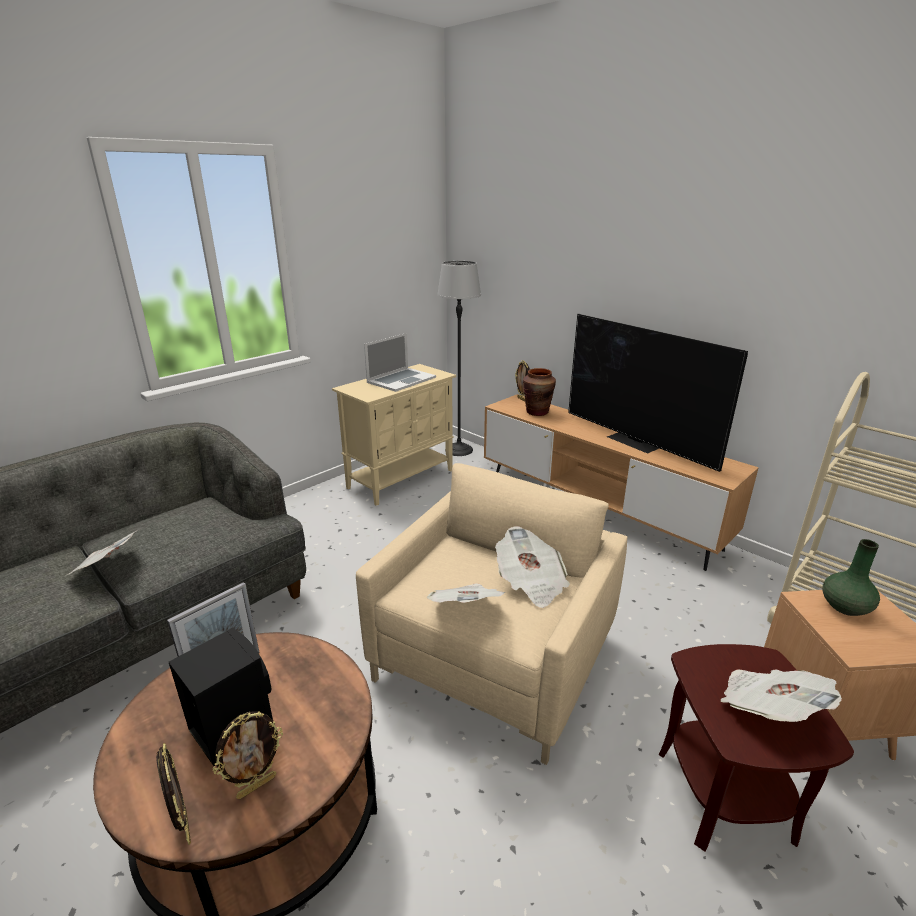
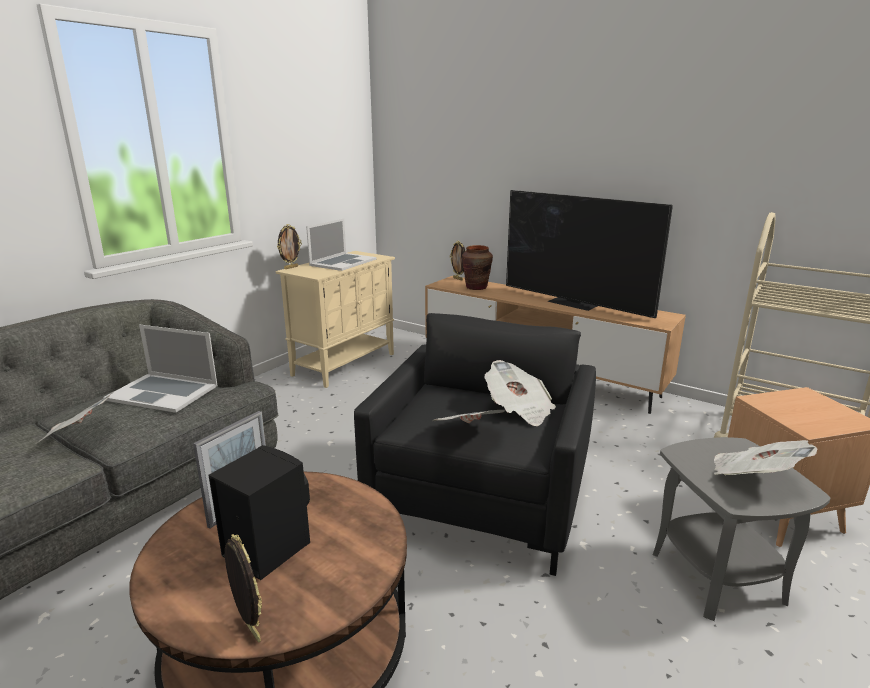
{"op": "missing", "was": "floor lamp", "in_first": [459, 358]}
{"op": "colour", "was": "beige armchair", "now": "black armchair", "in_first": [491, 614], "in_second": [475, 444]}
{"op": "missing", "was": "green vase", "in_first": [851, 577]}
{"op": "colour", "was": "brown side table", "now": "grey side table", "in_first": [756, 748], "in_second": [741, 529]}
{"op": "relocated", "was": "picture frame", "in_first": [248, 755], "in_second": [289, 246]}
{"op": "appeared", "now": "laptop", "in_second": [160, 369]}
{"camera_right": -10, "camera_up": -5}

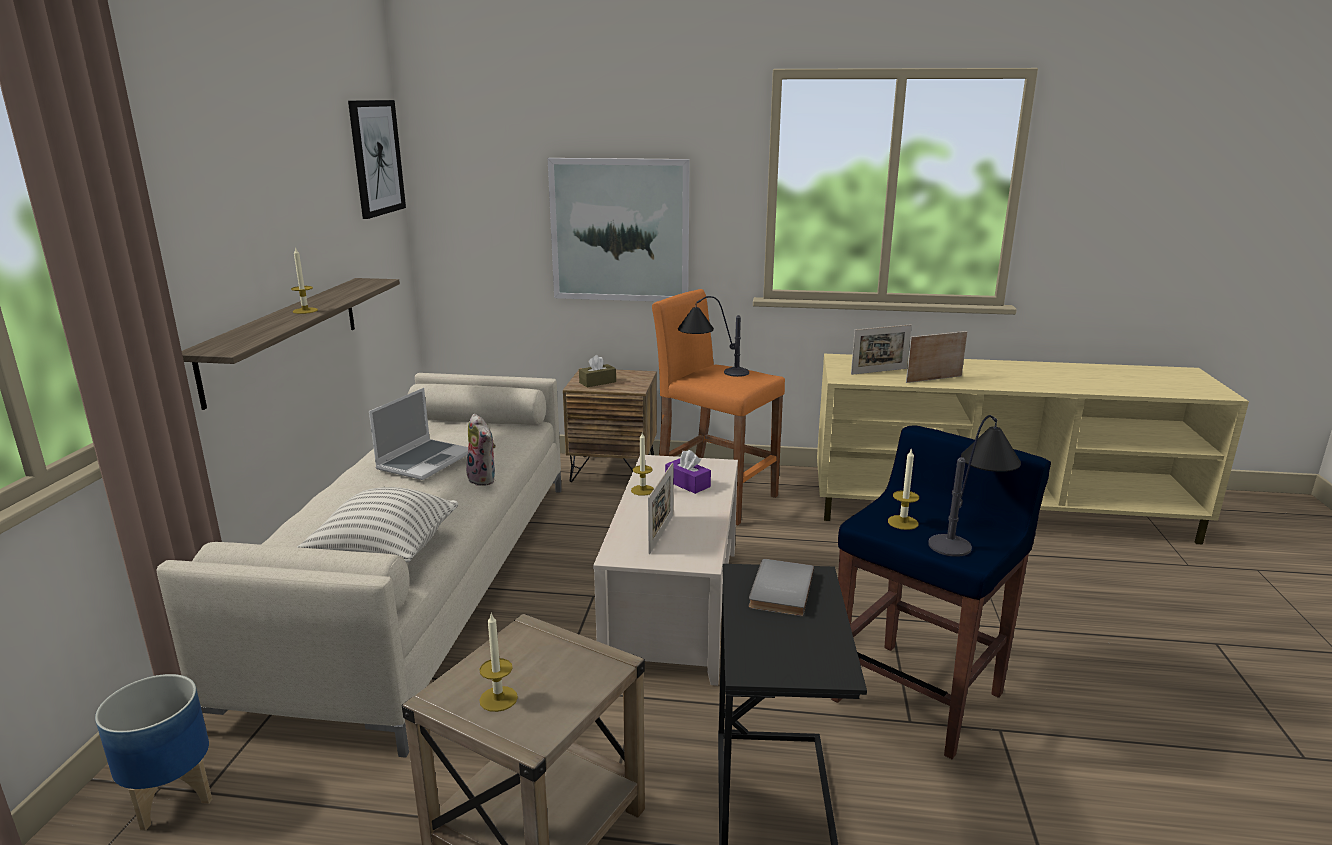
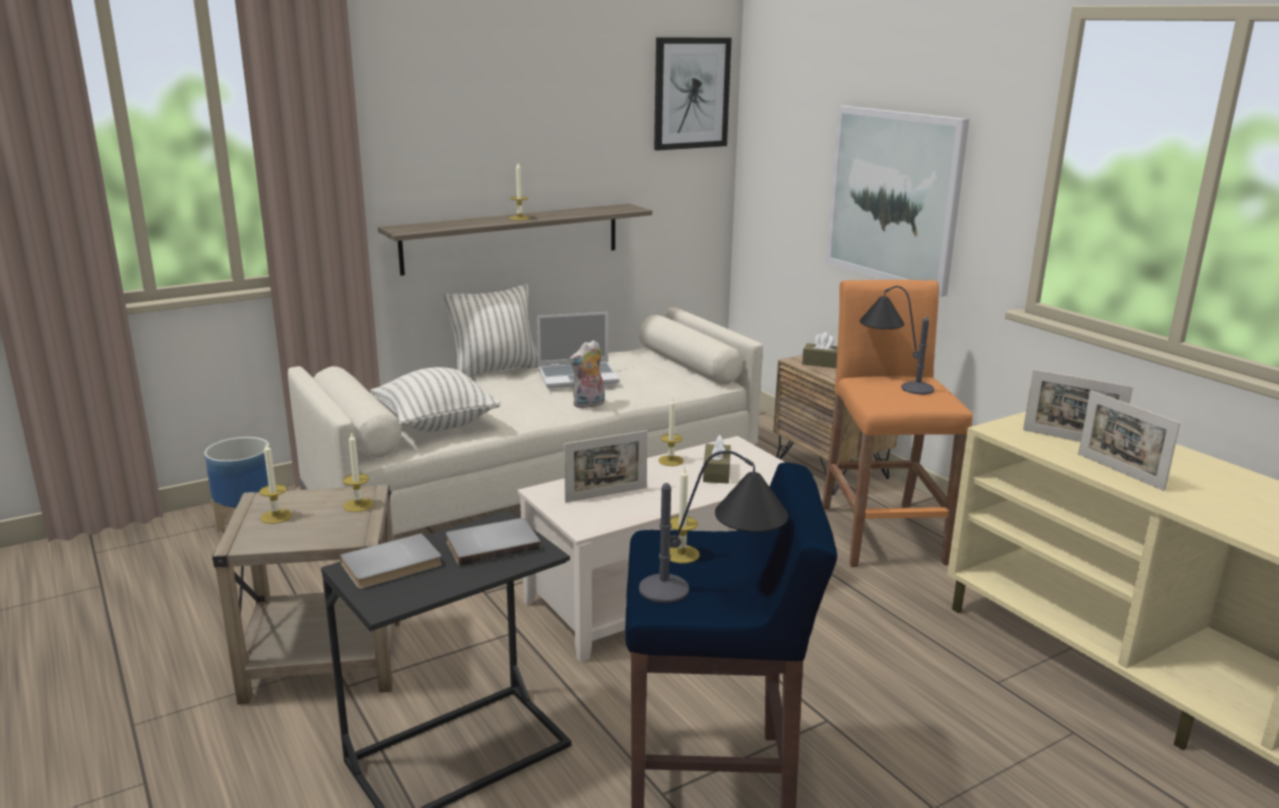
{"op": "spun", "was": "picture frame", "in_first": [937, 357], "in_second": [1129, 440], "clockwise": -150}
{"op": "spun", "was": "plush toy", "in_first": [481, 450], "in_second": [587, 374], "clockwise": 45}
{"op": "colour", "was": "purple tissue box", "now": "brown tissue box", "in_first": [688, 472], "in_second": [717, 459]}
{"op": "appeared", "now": "pillow", "in_second": [491, 331]}
{"op": "appeared", "now": "candle", "in_second": [358, 472]}
{"op": "appeared", "now": "grey book", "in_second": [391, 561]}
{"camera_right": 50, "camera_up": 0}

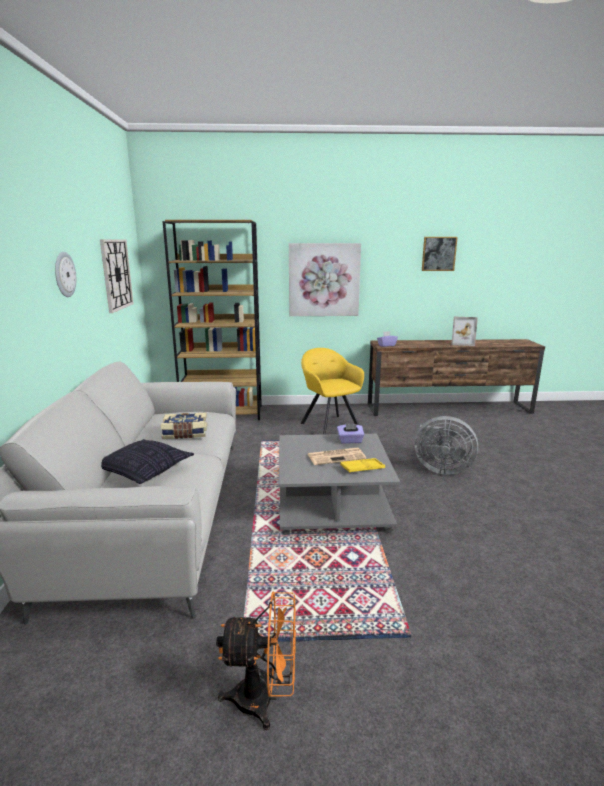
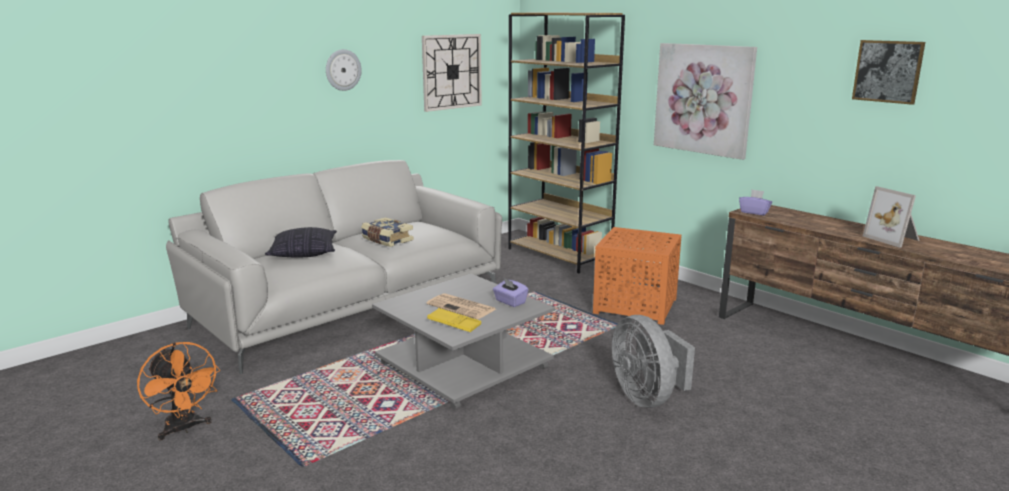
{"op": "exchanged", "was": "yellow armchair", "now": "orange side table", "in_first": [332, 391], "in_second": [637, 276]}
{"camera_right": 50, "camera_up": 0}

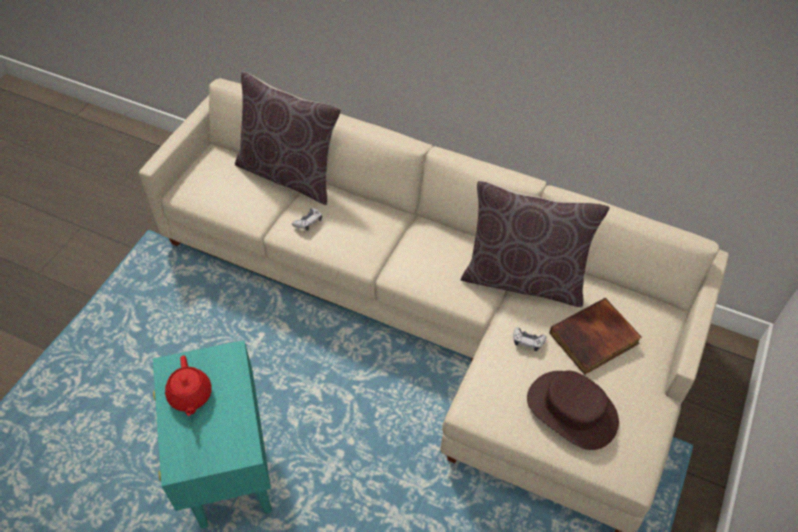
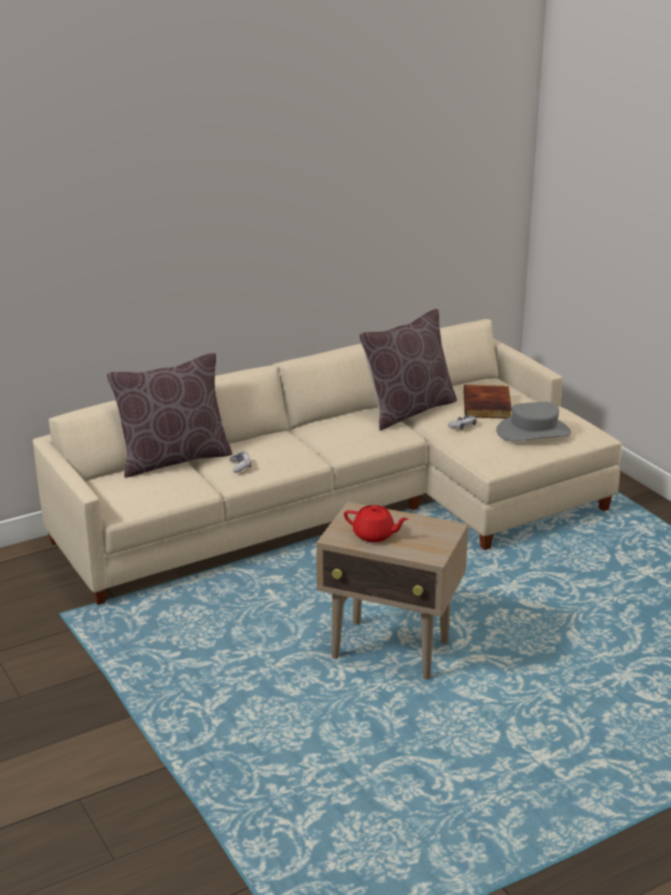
{"op": "colour", "was": "turquoise side table", "now": "beige side table", "in_first": [212, 434], "in_second": [392, 590]}
{"op": "colour", "was": "brown hat", "now": "grey hat", "in_first": [573, 410], "in_second": [533, 421]}
{"camera_right": -55, "camera_up": -25}

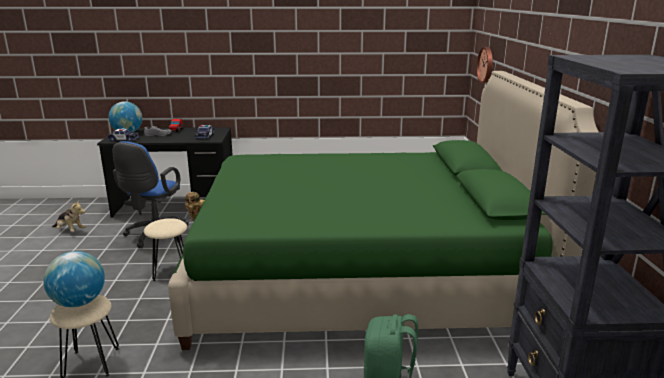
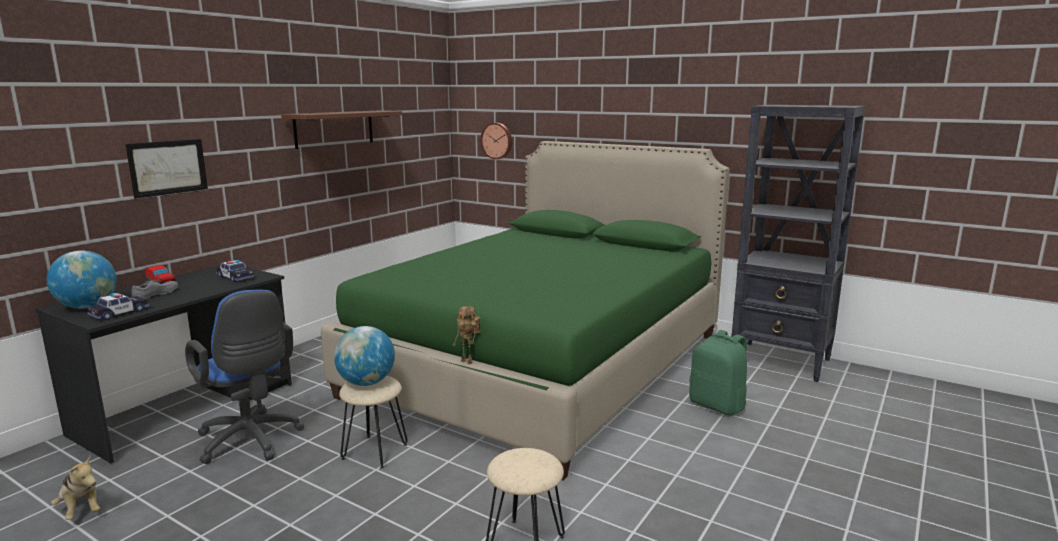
{"op": "spun", "was": "plush toy", "in_first": [68, 216], "in_second": [76, 487], "clockwise": 75}
{"op": "relocated", "was": "globe", "in_first": [74, 279], "in_second": [364, 356]}
{"op": "appeared", "now": "brown shelf", "in_second": [341, 130]}
{"op": "appeared", "now": "picture", "in_second": [166, 169]}
{"camera_right": -55, "camera_up": -5}

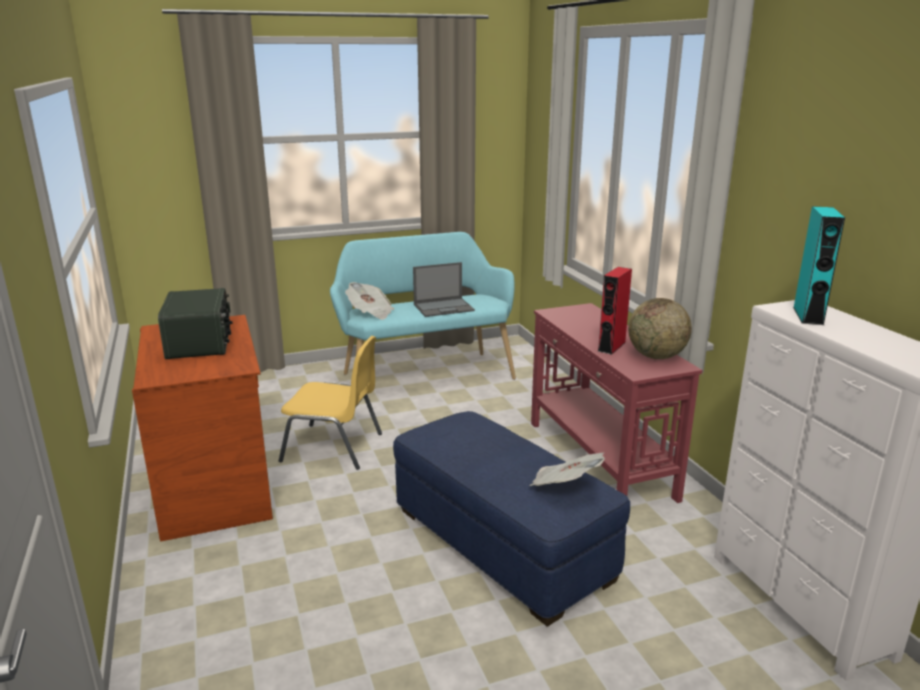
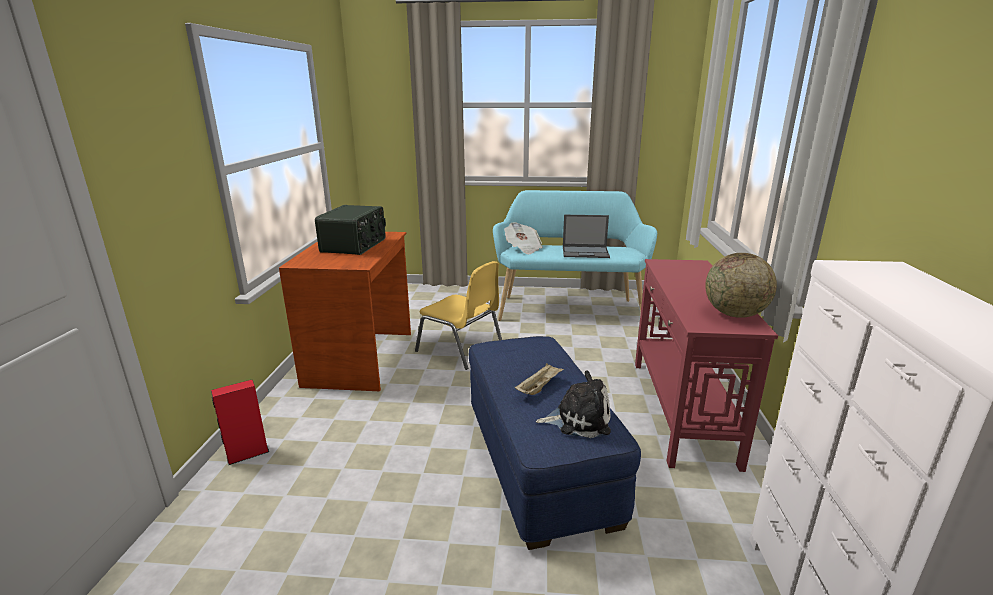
{"op": "missing", "was": "turquoise speaker", "in_first": [819, 265]}
{"op": "relocated", "was": "red speaker", "in_first": [615, 311], "in_second": [240, 422]}
{"op": "exchanged", "was": "newspaper", "now": "plush toy", "in_first": [567, 469], "in_second": [573, 404]}
{"op": "appeared", "now": "beige tray", "in_second": [539, 379]}
{"camera_right": 25, "camera_up": 0}

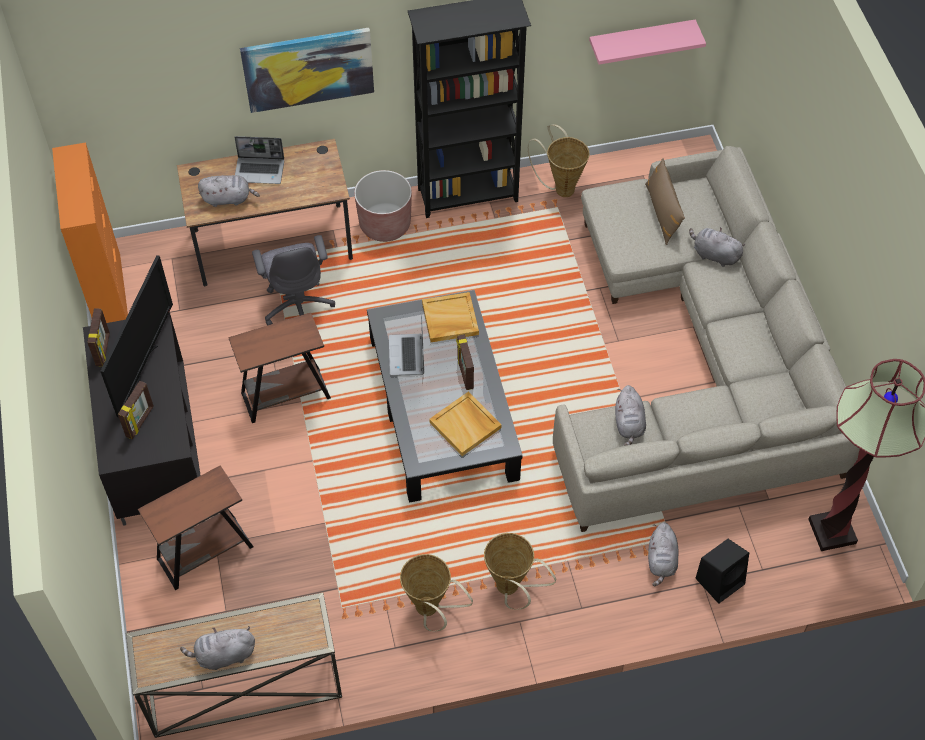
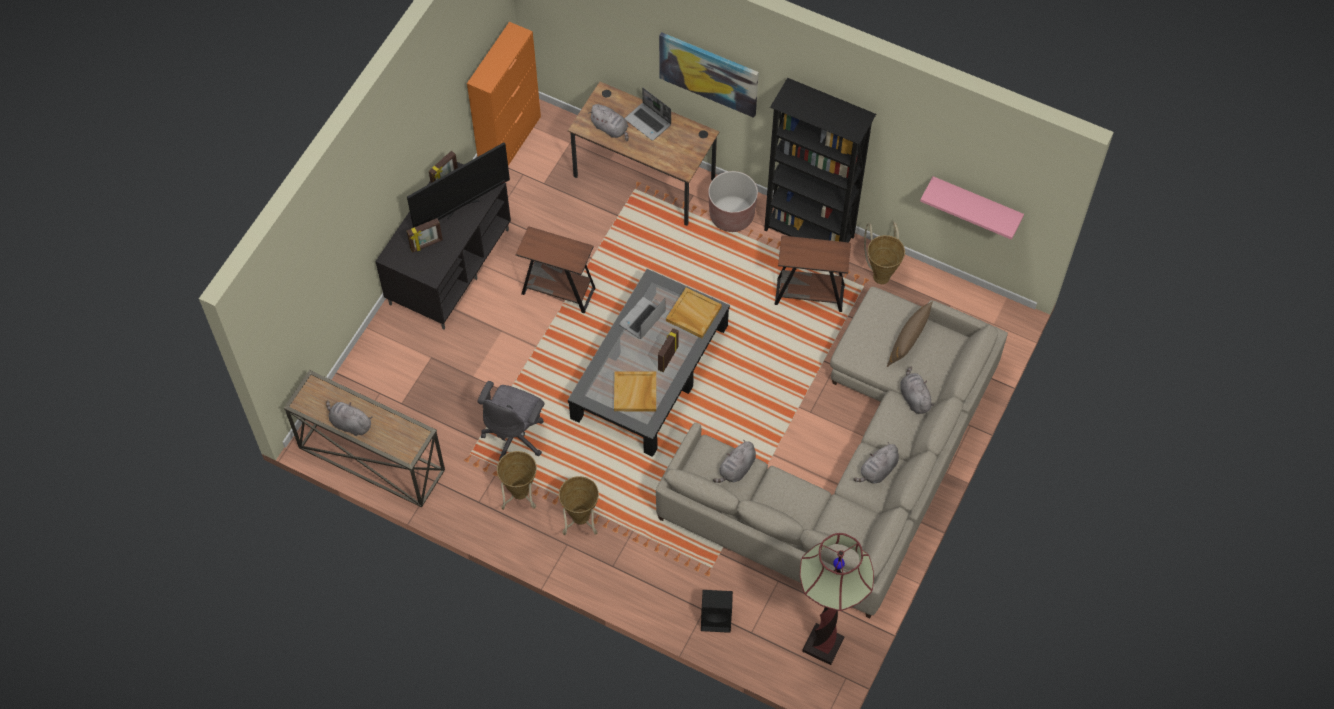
{"op": "relocated", "was": "grey office chair", "in_first": [293, 280], "in_second": [510, 421]}
{"op": "relocated", "was": "brown side table", "in_first": [196, 527], "in_second": [812, 273]}
{"op": "relocated", "was": "grey plush toy", "in_first": [663, 554], "in_second": [876, 463]}
{"camera_right": 40, "camera_up": 5}

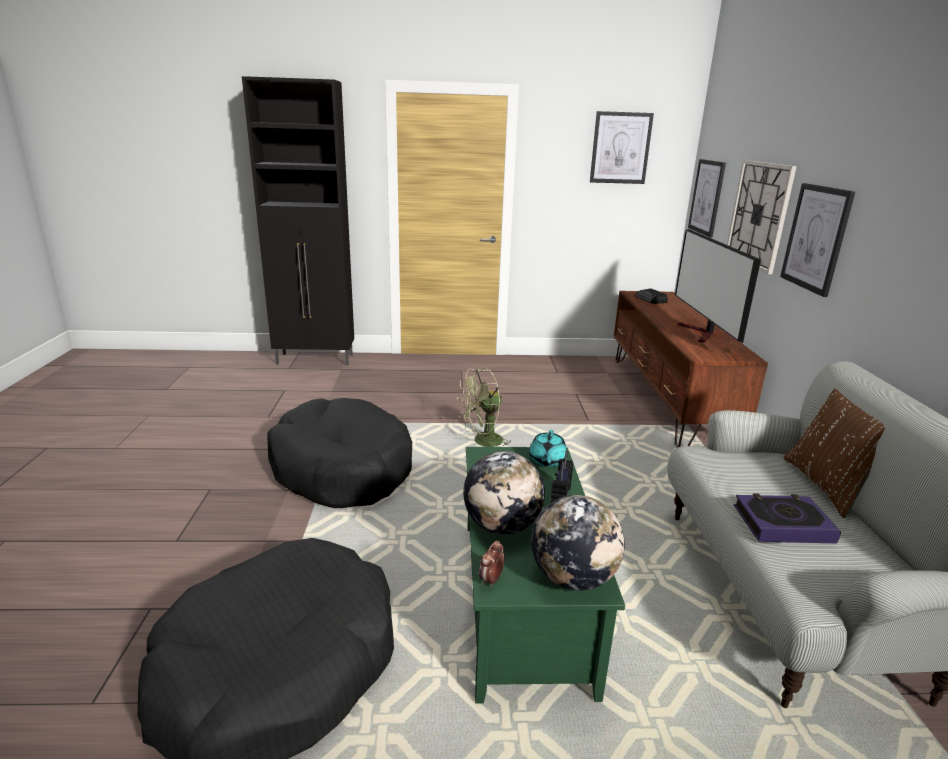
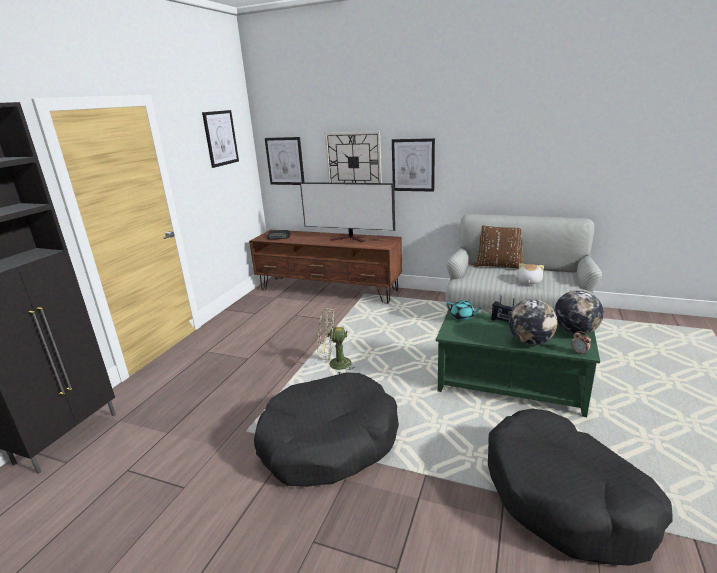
{"op": "spun", "was": "green fan", "in_first": [484, 407], "in_second": [336, 341], "clockwise": 90}
{"op": "exchanged", "was": "book", "now": "plush toy", "in_first": [787, 518], "in_second": [530, 273]}
{"camera_right": -65, "camera_up": 0}

